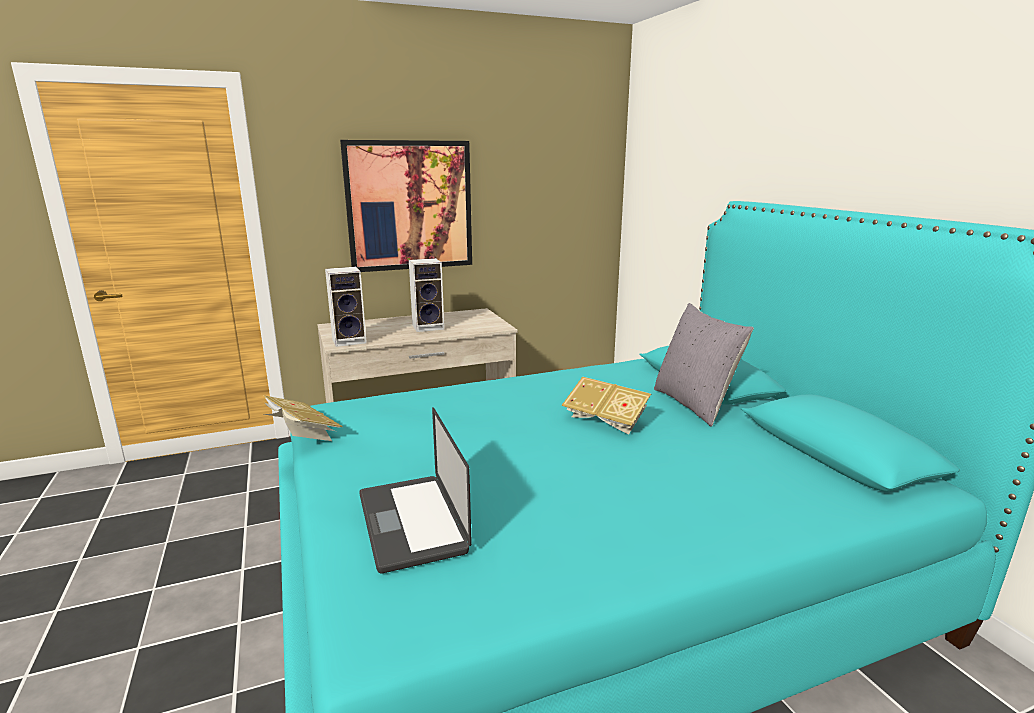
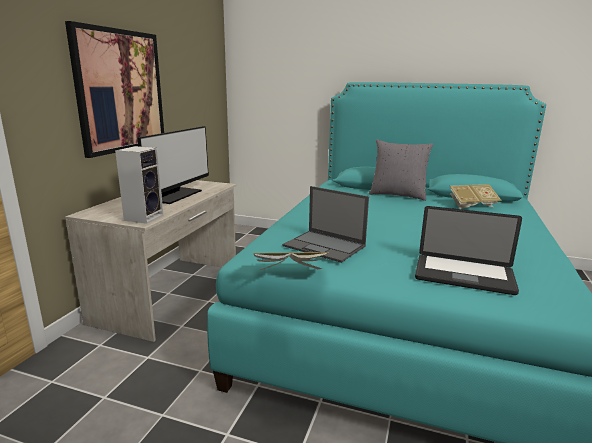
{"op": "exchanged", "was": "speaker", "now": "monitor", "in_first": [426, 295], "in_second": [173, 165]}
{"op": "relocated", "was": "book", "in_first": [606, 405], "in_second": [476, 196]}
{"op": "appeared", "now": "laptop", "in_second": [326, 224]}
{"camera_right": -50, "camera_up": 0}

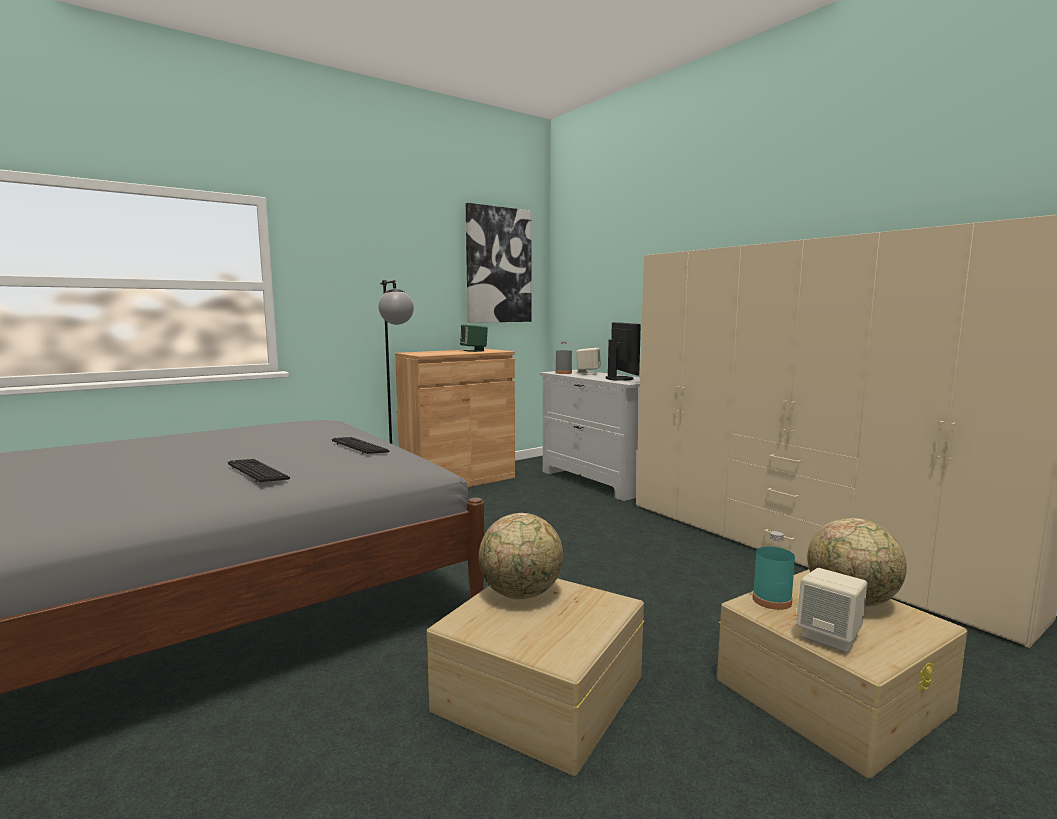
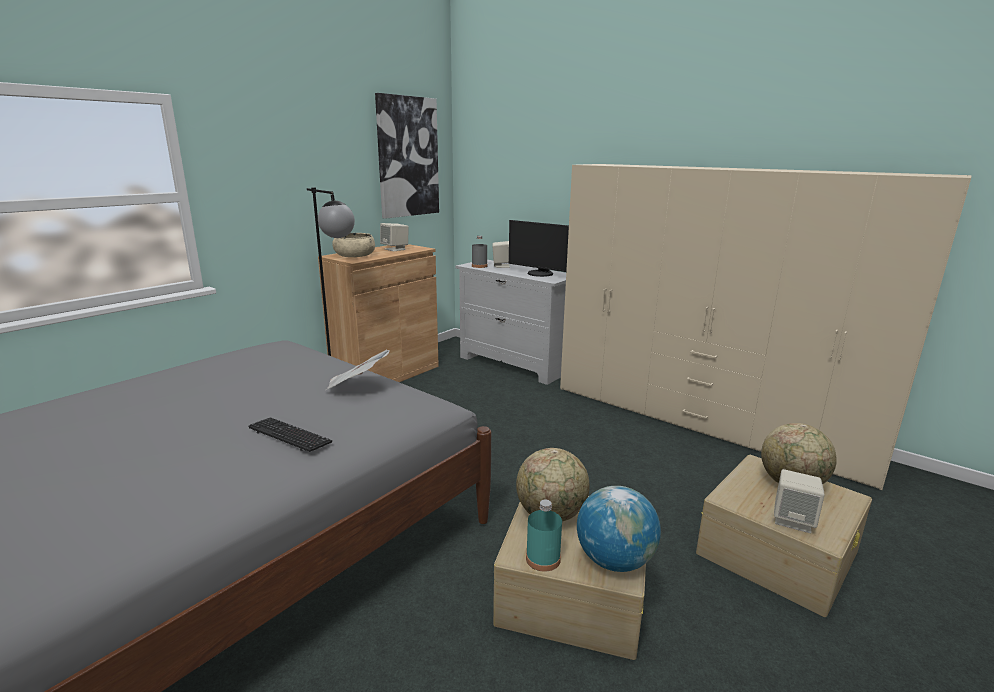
{"op": "spun", "was": "monitor", "in_first": [623, 351], "in_second": [539, 248], "clockwise": 150}
{"op": "colour", "was": "green speaker", "now": "beige speaker", "in_first": [474, 338], "in_second": [394, 237]}
{"op": "exchanged", "was": "keyboard", "now": "newspaper", "in_first": [361, 445], "in_second": [358, 370]}
{"op": "relocated", "was": "turquoise bottle", "in_first": [773, 570], "in_second": [544, 536]}
{"op": "appeared", "now": "beige bowl", "in_second": [353, 245]}
{"op": "appeared", "now": "globe", "in_second": [619, 529]}
{"camera_right": -15, "camera_up": 10}

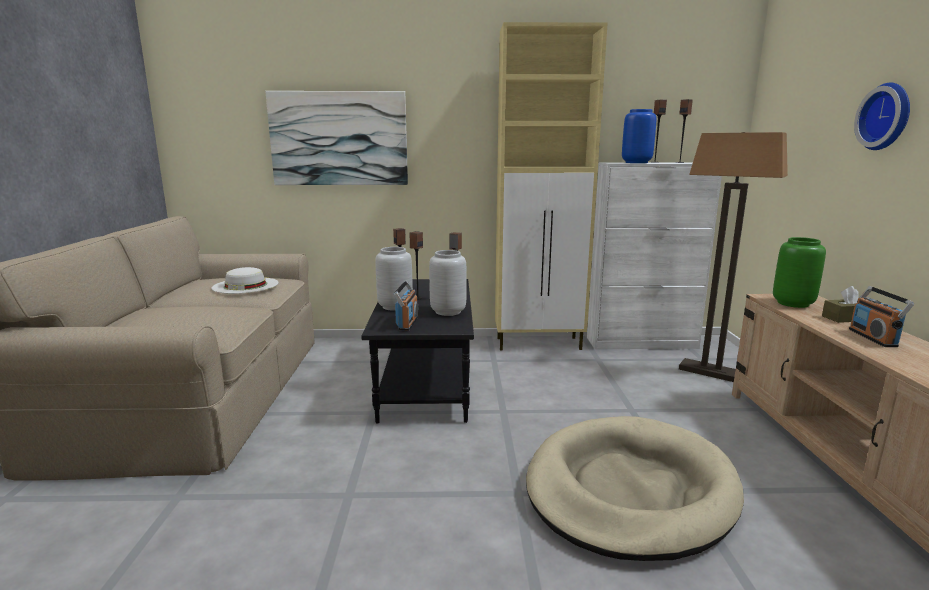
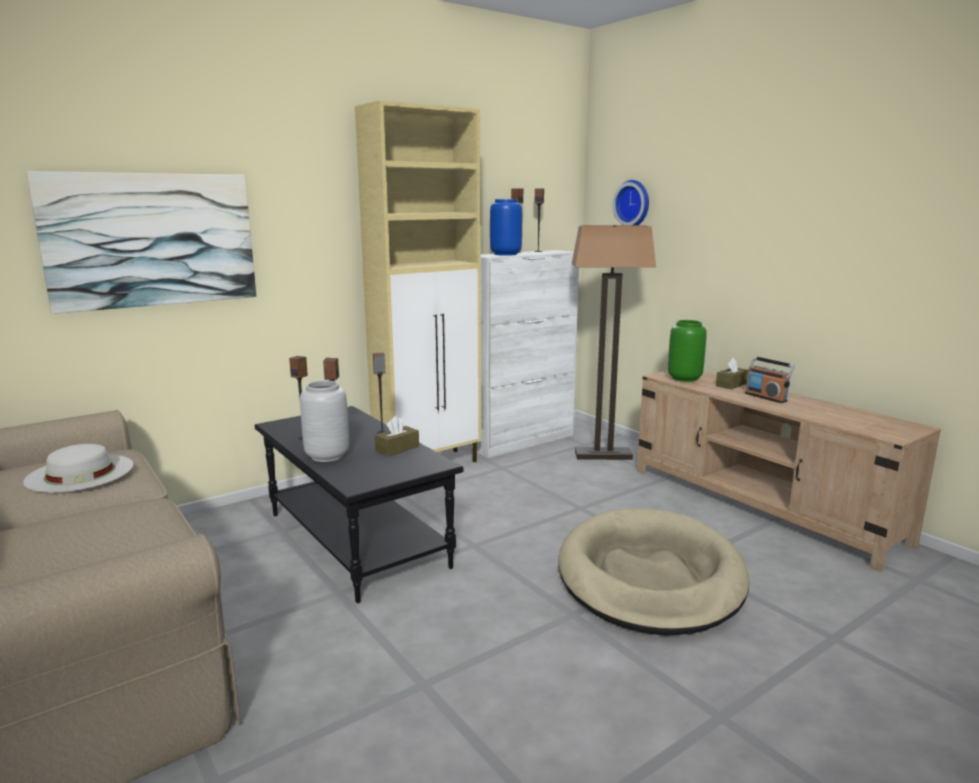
{"op": "relocated", "was": "wall clock", "in_first": [882, 116], "in_second": [631, 202]}
{"op": "exchanged", "was": "grey vase", "now": "brown tissue box", "in_first": [448, 283], "in_second": [397, 436]}
{"op": "missing", "was": "radio", "in_first": [406, 306]}
{"camera_right": -35, "camera_up": 0}

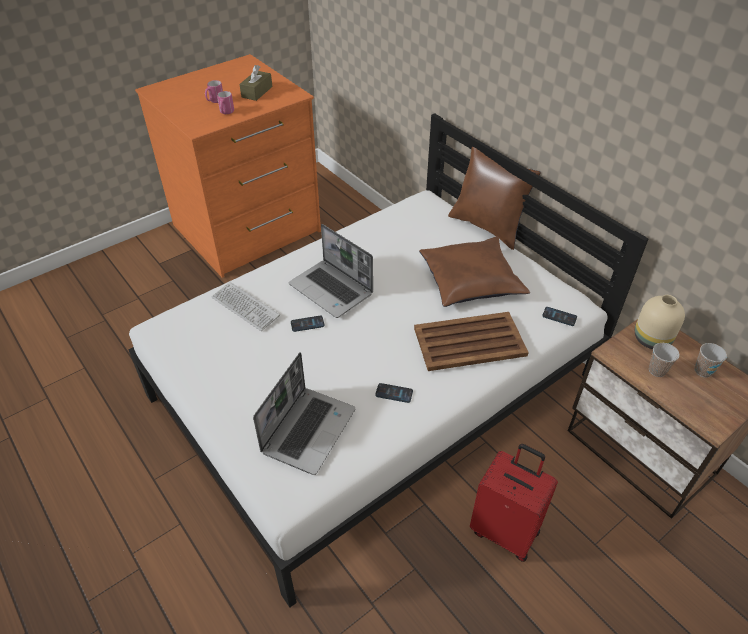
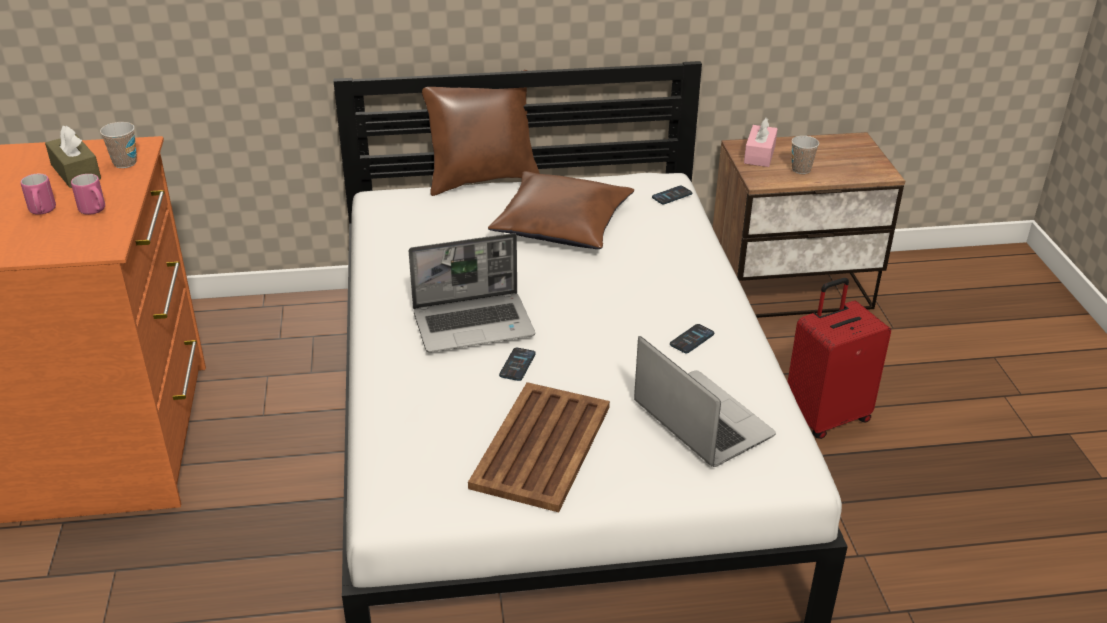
{"op": "missing", "was": "keyboard", "in_first": [246, 306]}
{"op": "exchanged", "was": "beige vase", "now": "pink tissue box", "in_first": [660, 322], "in_second": [761, 142]}
{"op": "relocated", "was": "brown tray", "in_first": [471, 341], "in_second": [539, 447]}
{"op": "relocated", "was": "cup", "in_first": [711, 360], "in_second": [118, 145]}
{"camera_right": -60, "camera_up": -10}

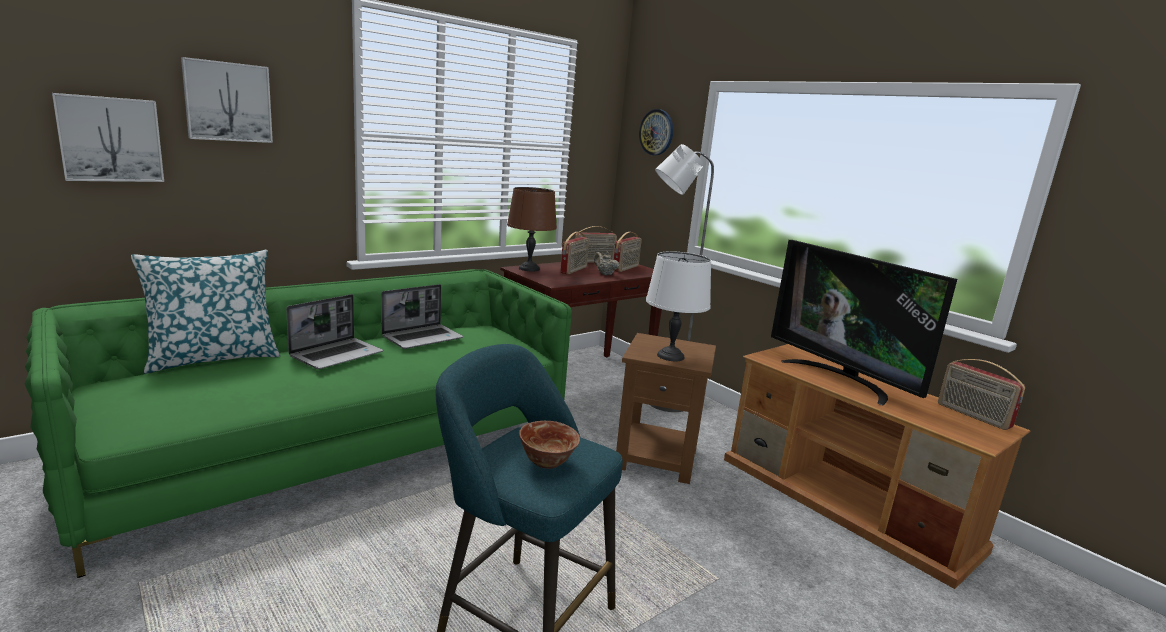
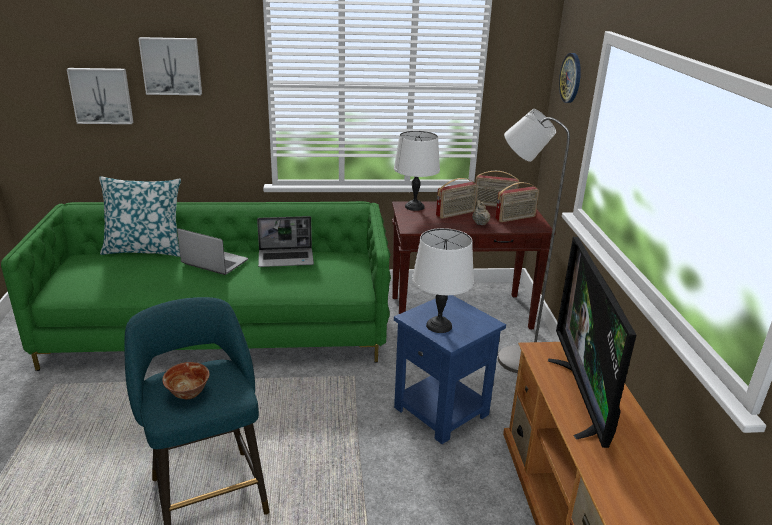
{"op": "colour", "was": "brown table lamp", "now": "white table lamp", "in_first": [532, 229], "in_second": [417, 171]}
{"op": "spun", "was": "laptop", "in_first": [334, 331], "in_second": [212, 251], "clockwise": -135}
{"op": "colour", "was": "brown side table", "now": "blue side table", "in_first": [666, 408], "in_second": [450, 369]}
{"op": "missing", "was": "radio", "in_first": [982, 394]}
{"camera_right": 35, "camera_up": 10}

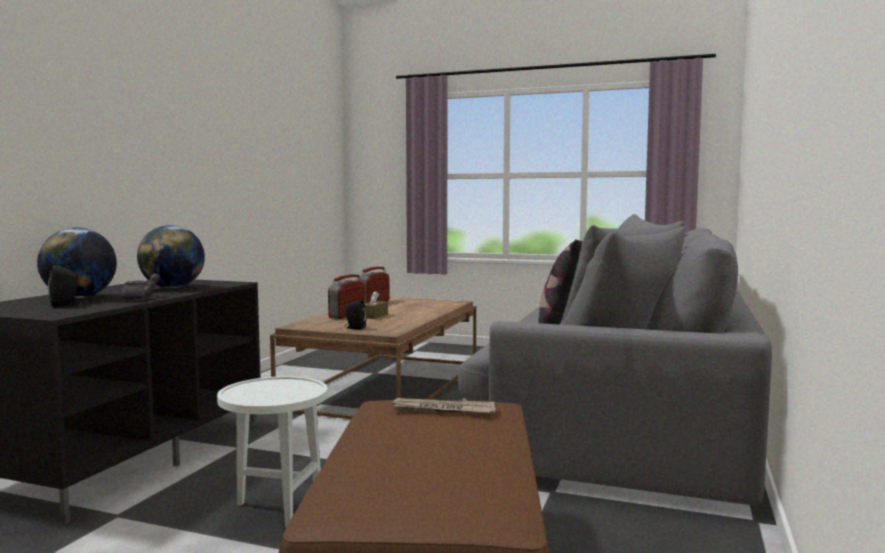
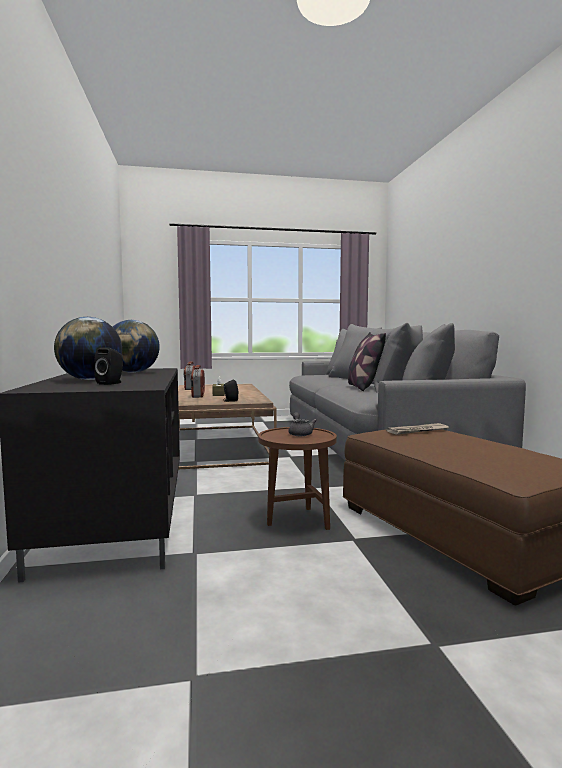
{"op": "relocated", "was": "grey teapot", "in_first": [140, 287], "in_second": [302, 424]}
{"op": "colour", "was": "white side table", "now": "brown side table", "in_first": [272, 452], "in_second": [297, 478]}
{"camera_right": -30, "camera_up": 0}

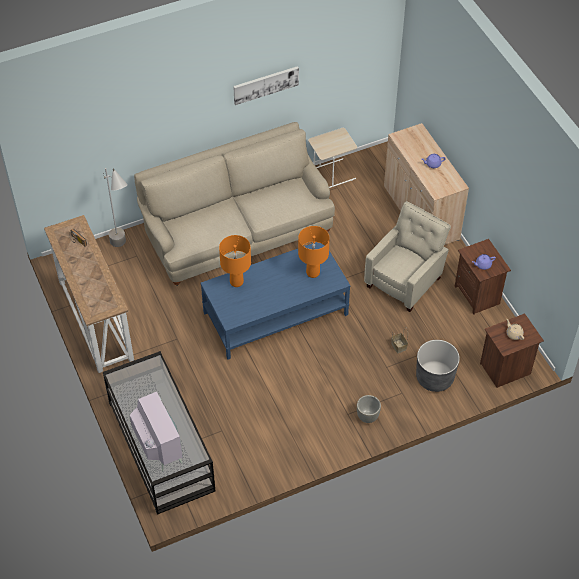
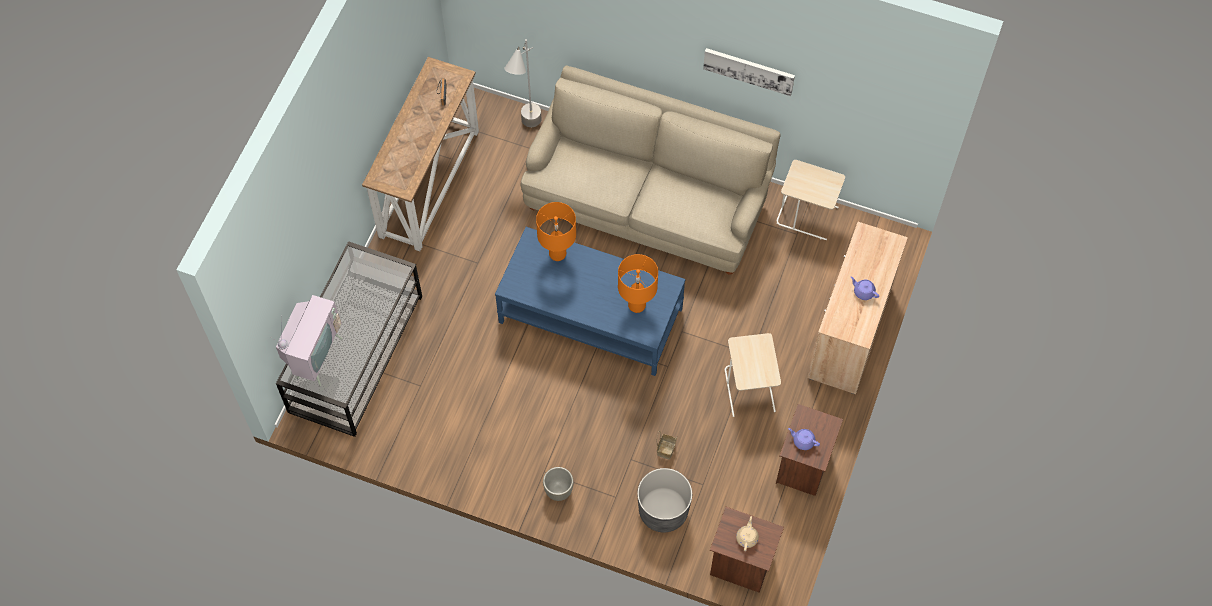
{"op": "exchanged", "was": "beige armchair", "now": "beige side table", "in_first": [407, 256], "in_second": [753, 375]}
{"camera_right": 45, "camera_up": 10}

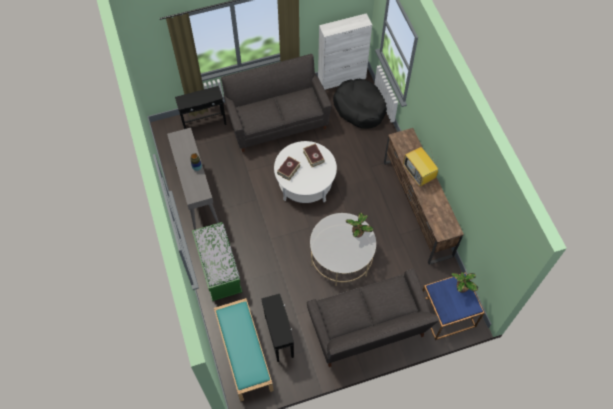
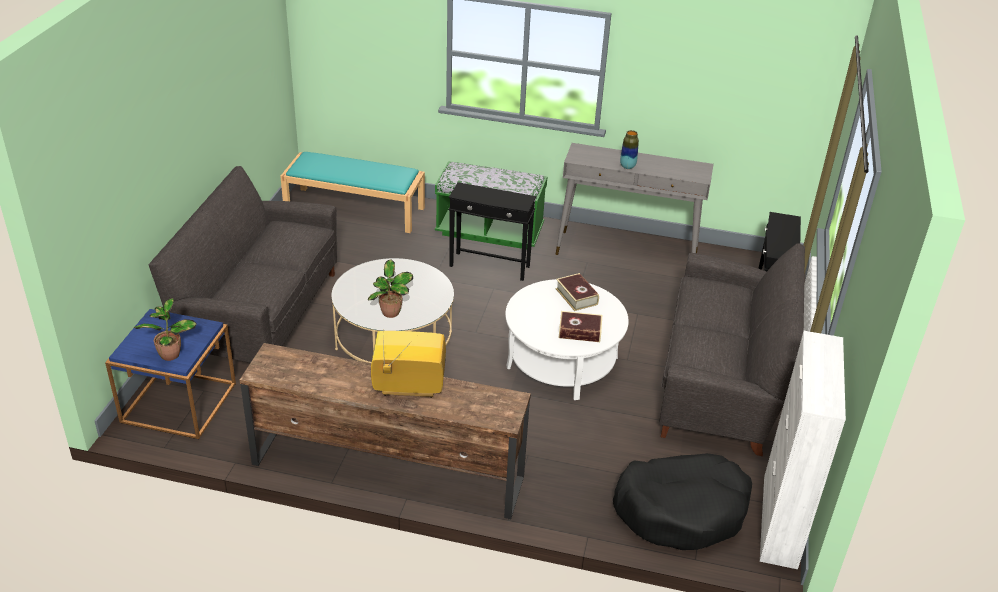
{"op": "relocated", "was": "black side table", "in_first": [277, 328], "in_second": [492, 231]}
{"camera_right": 120, "camera_up": -25}

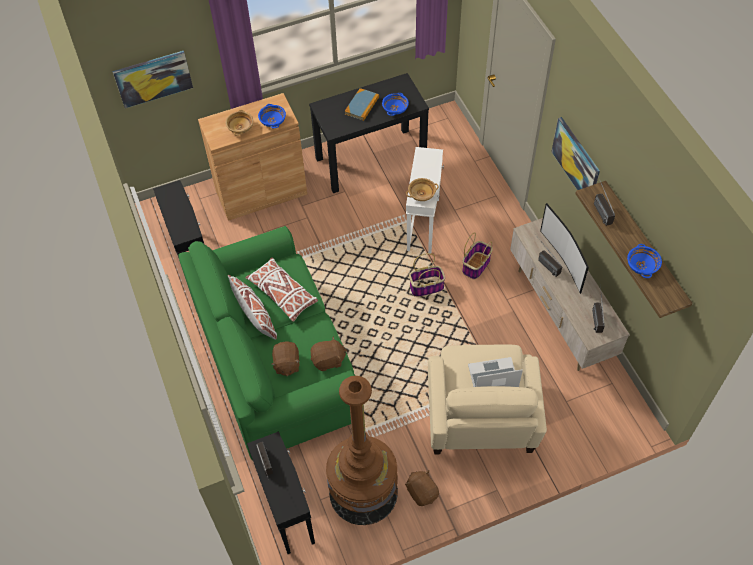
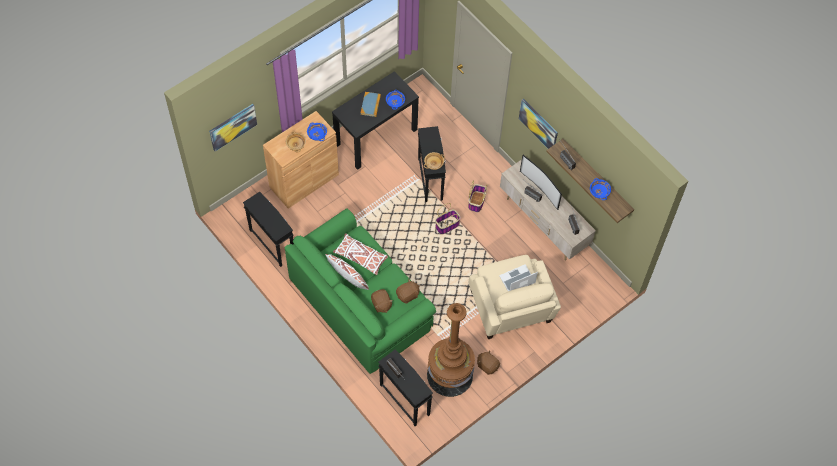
{"op": "colour", "was": "white side table", "now": "black side table", "in_first": [425, 200], "in_second": [432, 164]}
{"camera_right": -20, "camera_up": 5}

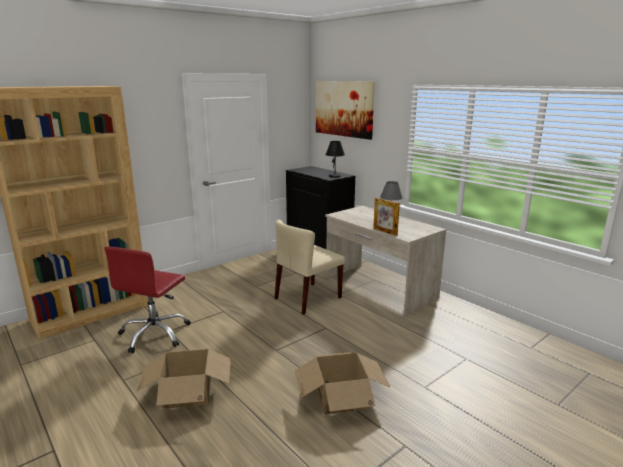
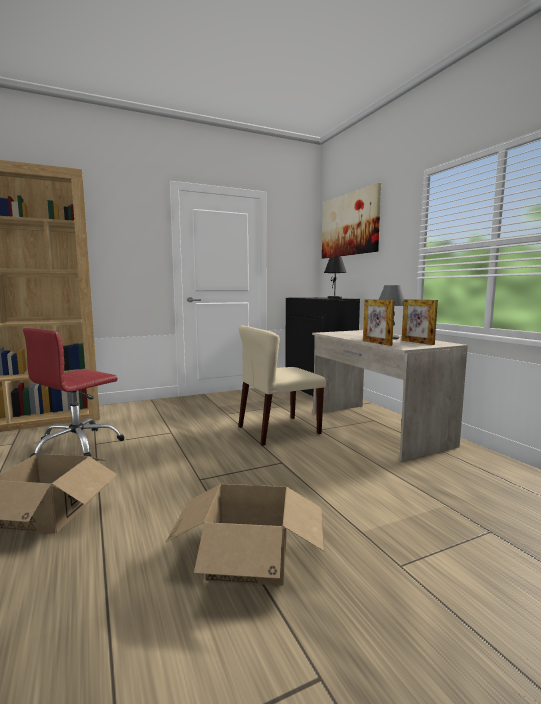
{"op": "appeared", "now": "picture frame", "in_second": [420, 322]}
{"camera_right": 15, "camera_up": -10}

